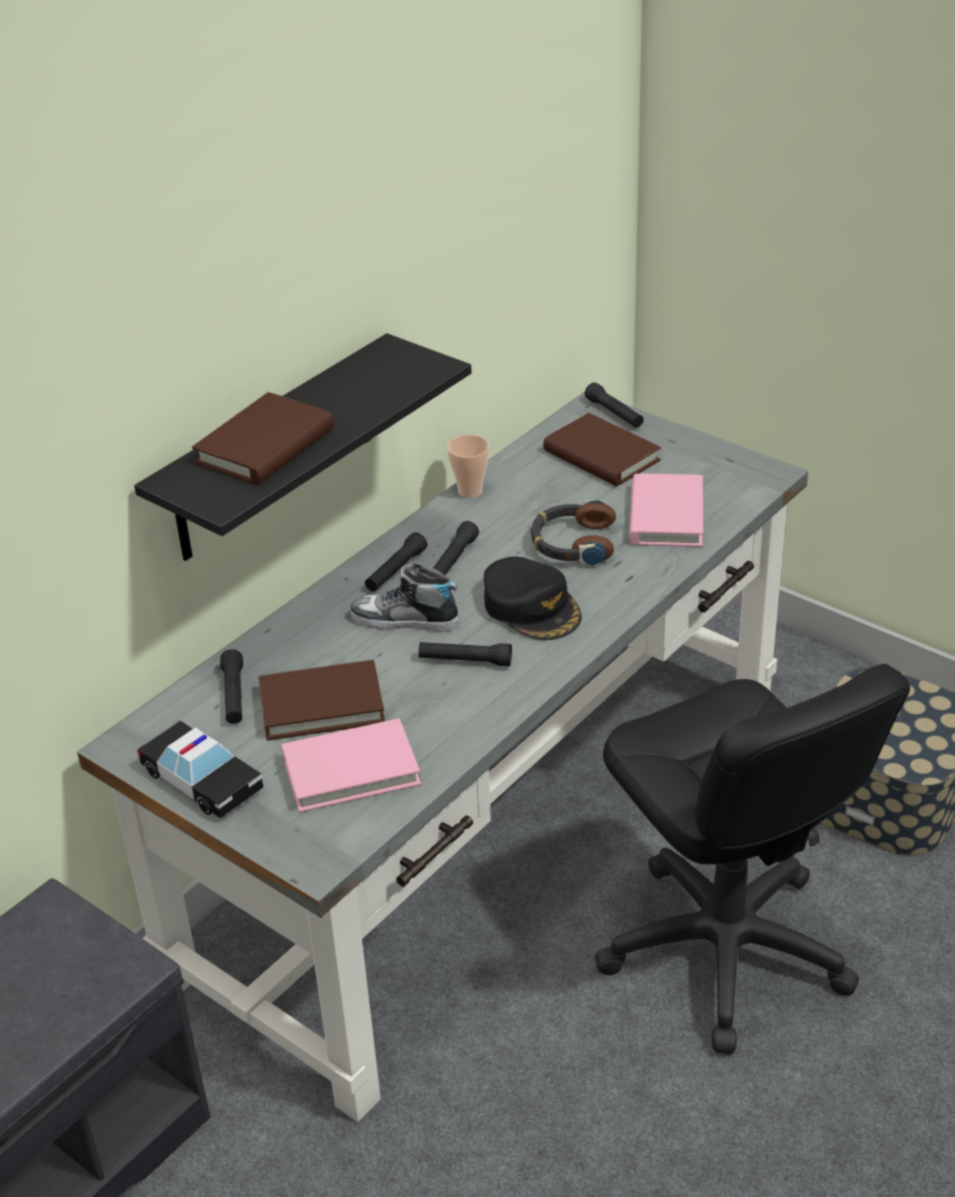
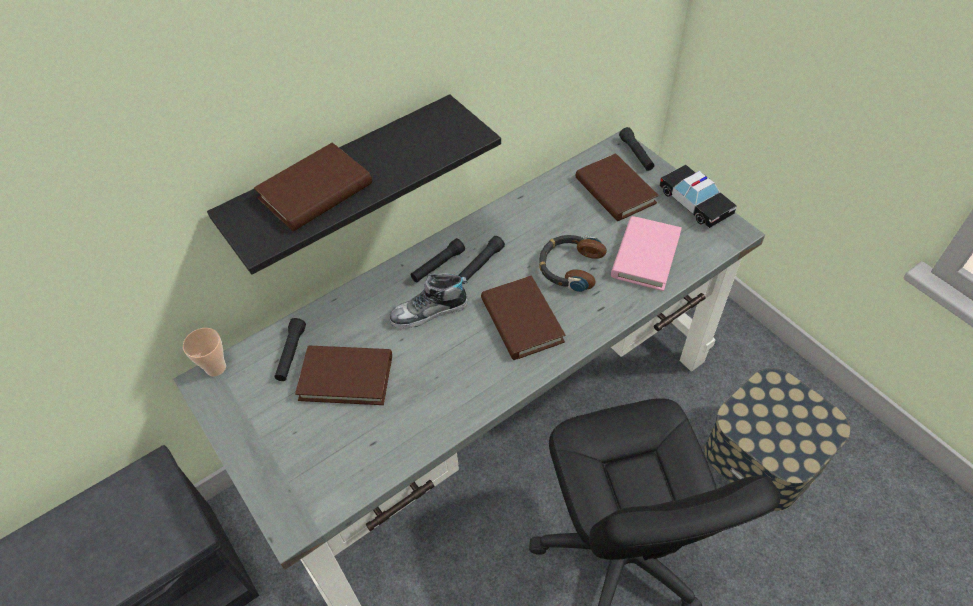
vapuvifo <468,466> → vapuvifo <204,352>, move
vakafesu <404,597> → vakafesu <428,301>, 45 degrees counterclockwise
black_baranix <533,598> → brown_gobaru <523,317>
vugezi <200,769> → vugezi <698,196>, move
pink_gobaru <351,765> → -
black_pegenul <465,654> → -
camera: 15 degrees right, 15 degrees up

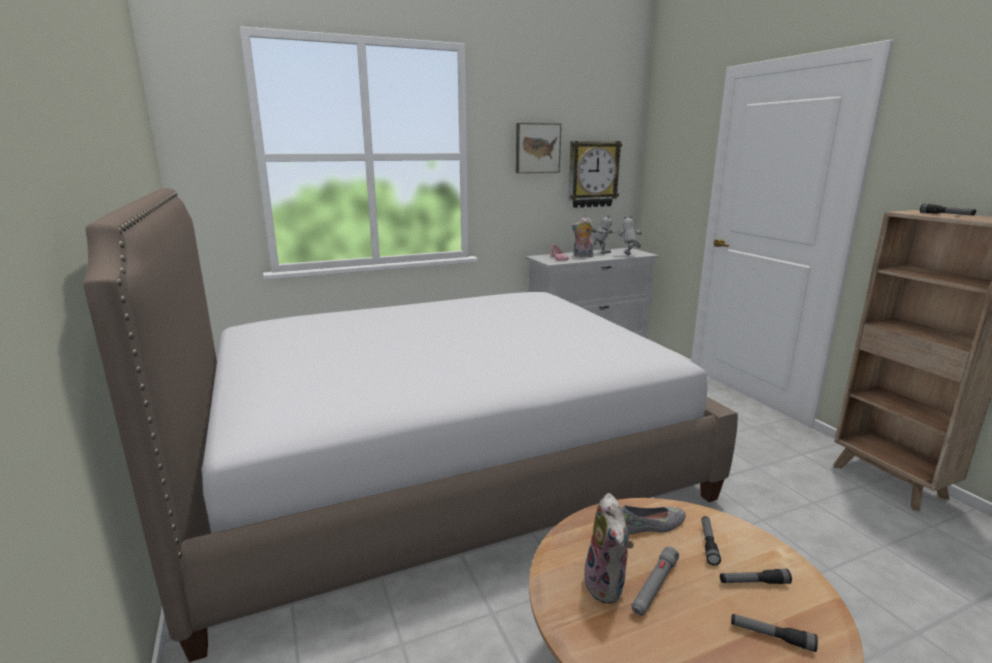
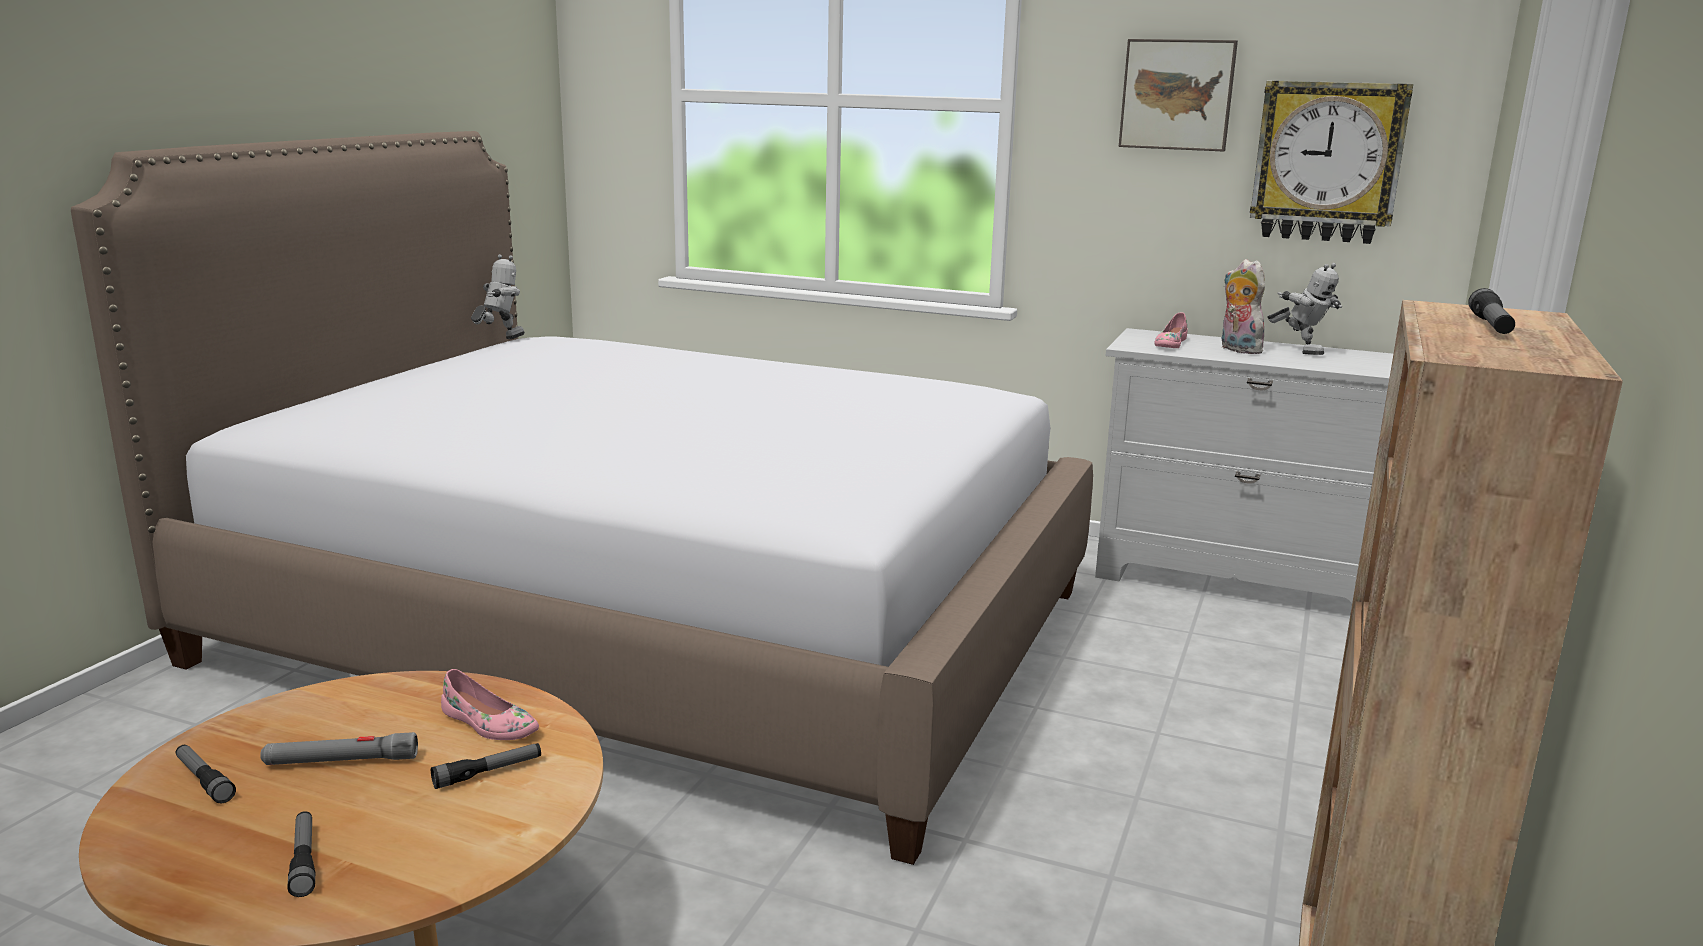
pegenul <756,576> → pegenul <206,774>, move
grey_vakafesu <654,519> → pink_vakafesu <490,704>
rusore <630,235> → rusore <498,296>, move
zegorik <608,548> → -
camera: 45 degrees right, 0 degrees up

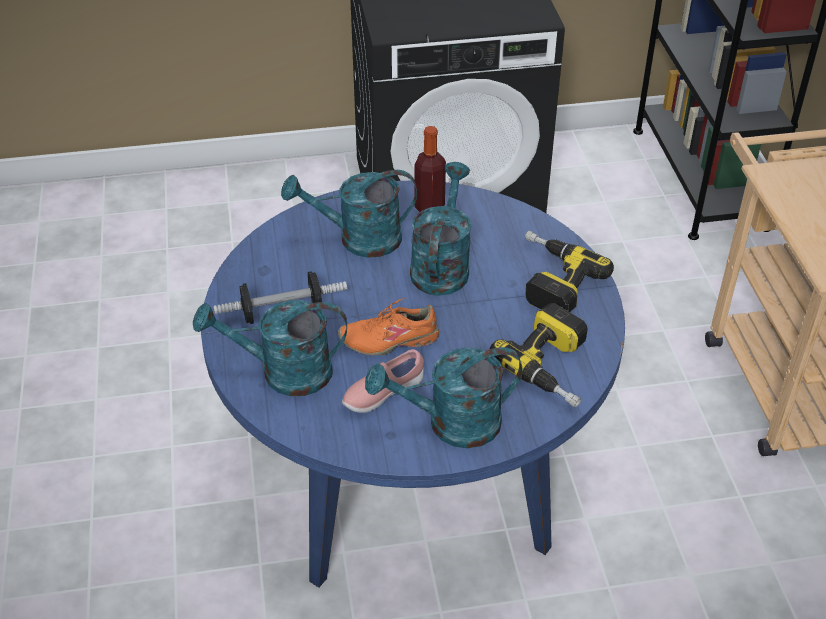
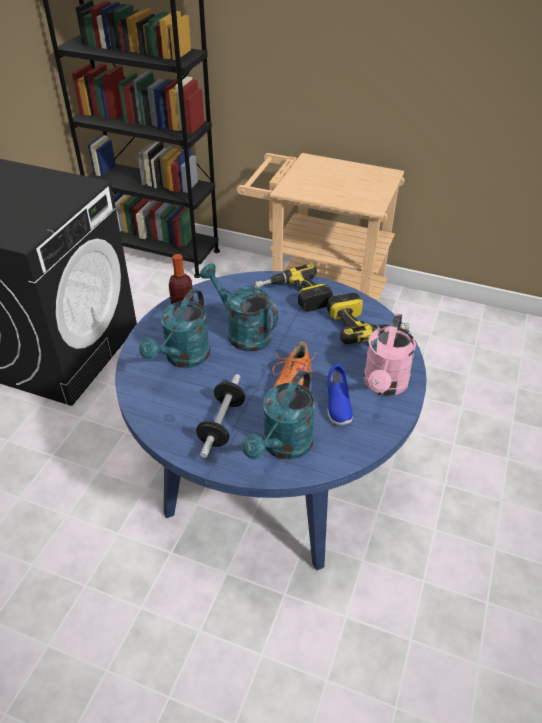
pink_vakafesu <383,381> → blue_vakafesu <339,394>
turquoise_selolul <444,397> → pink_selolul <389,354>
camera: 60 degrees left, 0 degrees up

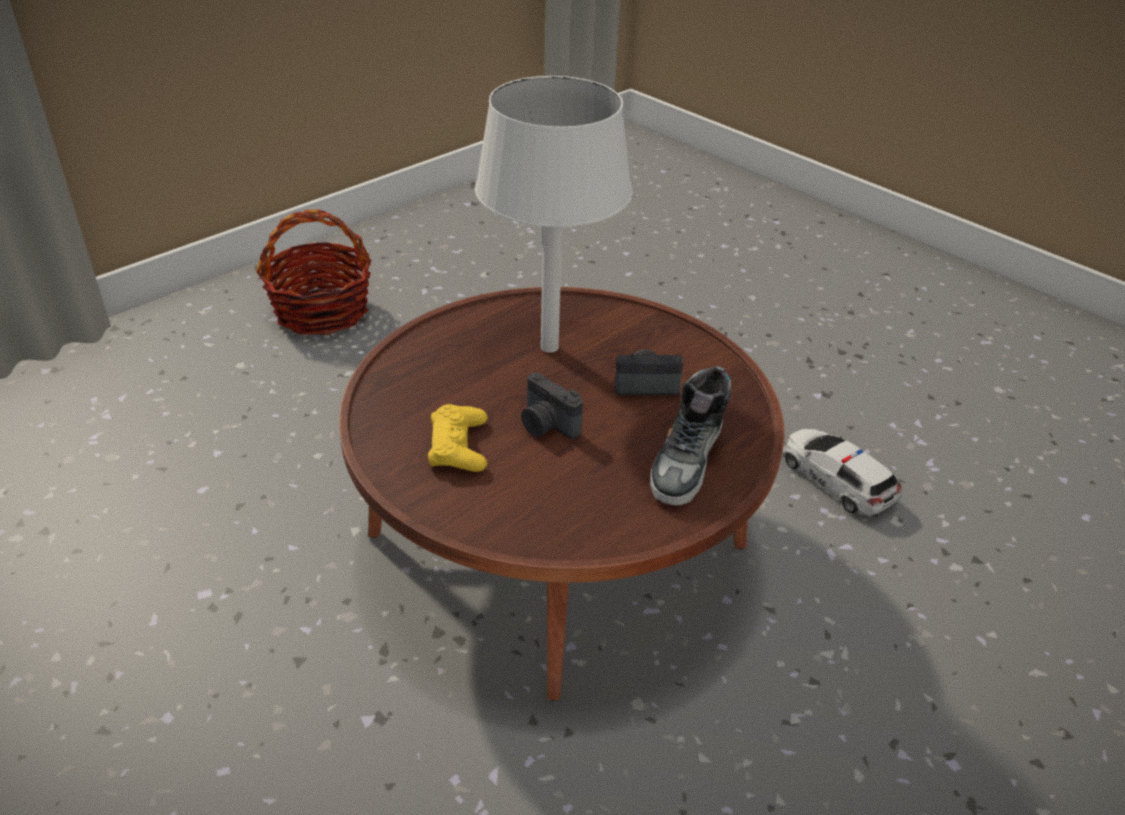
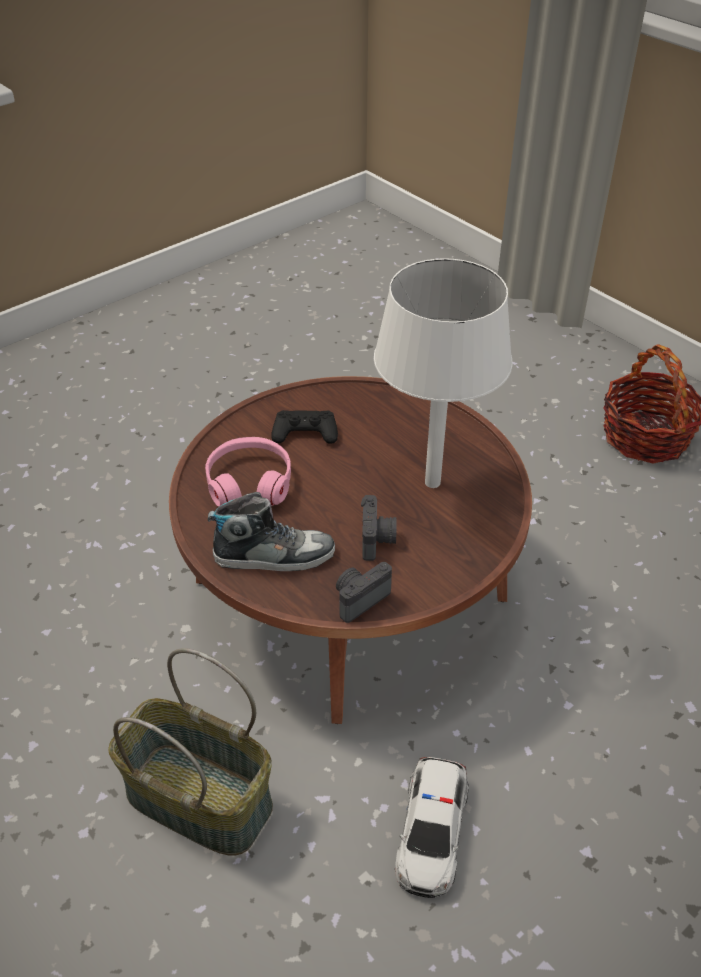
- → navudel <190,751>
- → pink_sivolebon <248,472>
vakafesu <690,435> → vakafesu <271,531>, 150 degrees clockwise
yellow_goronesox <458,438> → black_goronesox <305,427>
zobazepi <552,405> → zobazepi <364,592>, move
vugezi <842,472> → vugezi <432,827>, 135 degrees clockwise
camera: 95 degrees right, 5 degrees up

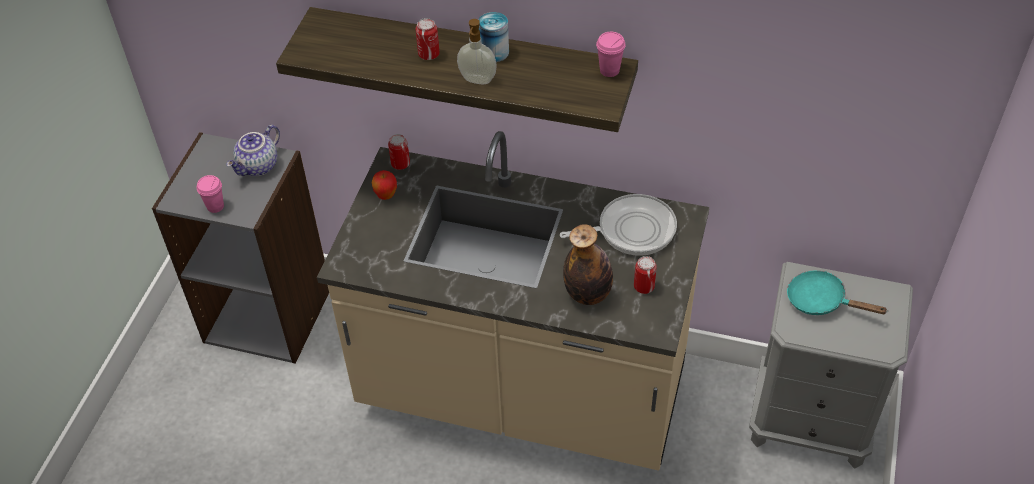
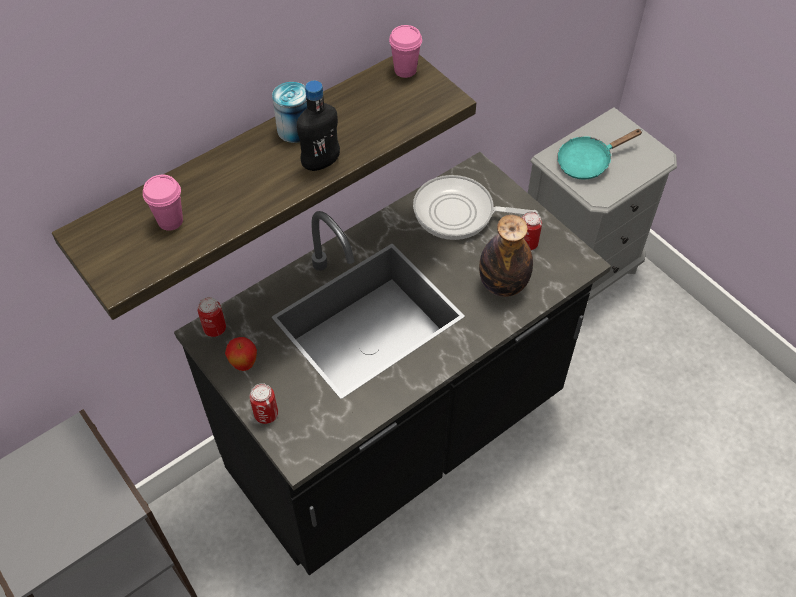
pink_vapuvifo <210,194> → pink_vapuvifo <163,203>, move
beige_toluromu <513,301> → black_toluromu <392,363>
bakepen <428,39> → bakepen <264,403>, move
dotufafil <477,51> → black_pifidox <318,125>
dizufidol <618,225> → dizufidol <475,207>, 105 degrees counterclockwise
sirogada <253,150> → -
camera: 55 degrees left, 5 degrees up

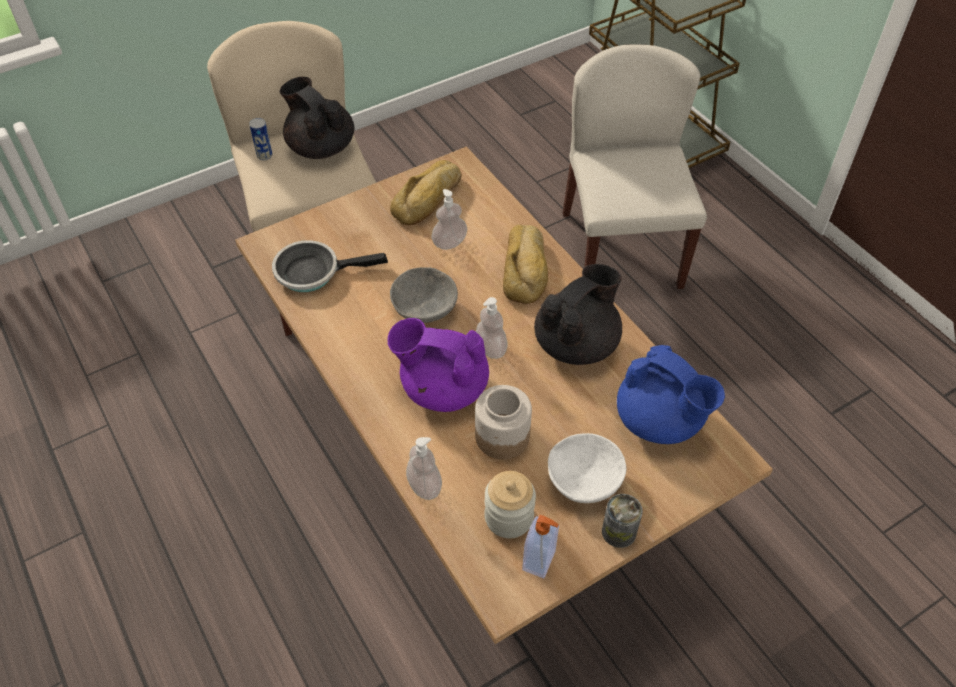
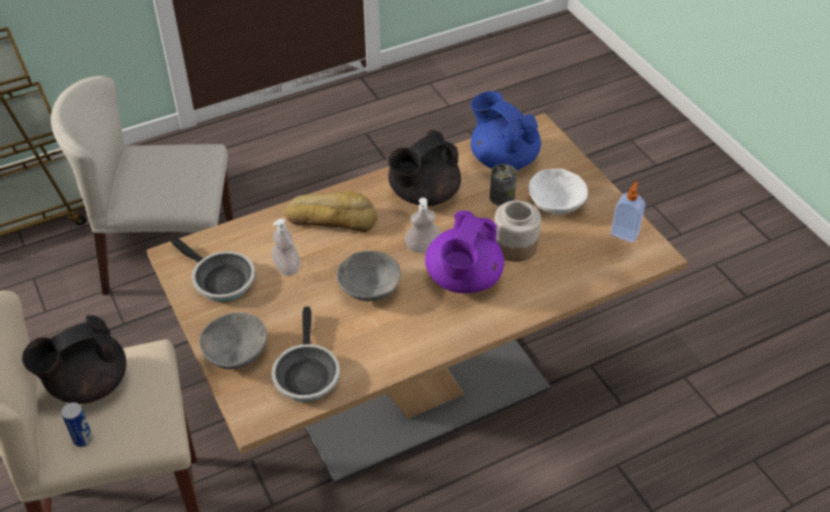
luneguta <426,192> → dizufidol <212,269>
- → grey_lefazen <233,340>
black_sirogada <578,314> → black_sirogada <424,168>, 90 degrees counterclockwise
blue_sirogada <671,394> → blue_sirogada <506,130>, 90 degrees counterclockwise
bakepen <622,521> → bakepen <503,185>, move
dotufafil <424,468> → -
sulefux <510,504> → -
camera: 85 degrees left, 5 degrees down

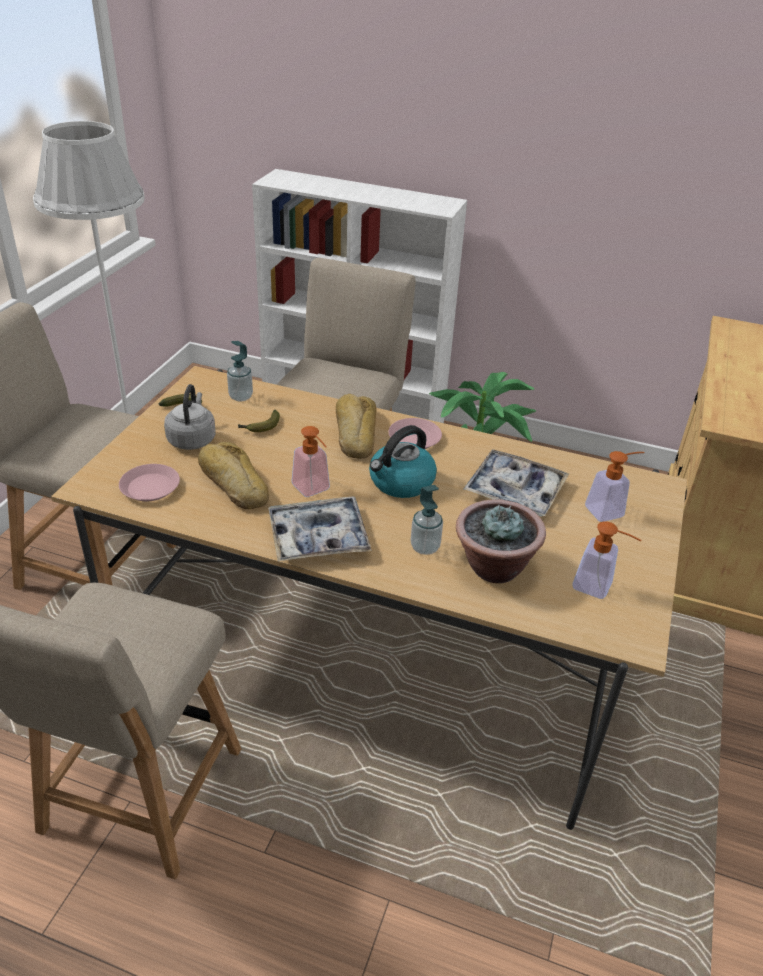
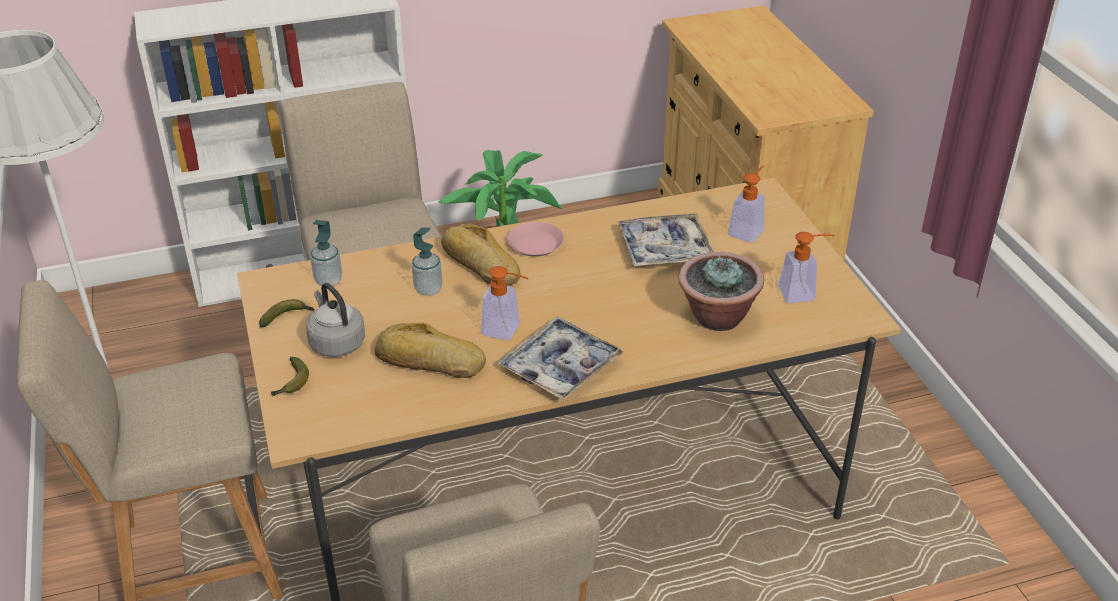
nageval <259,421> → nageval <290,376>, move
dotufafil <426,520> → dotufafil <427,261>, move
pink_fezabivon <149,482> → -
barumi <403,461> → -
camera: 35 degrees left, 0 degrees up

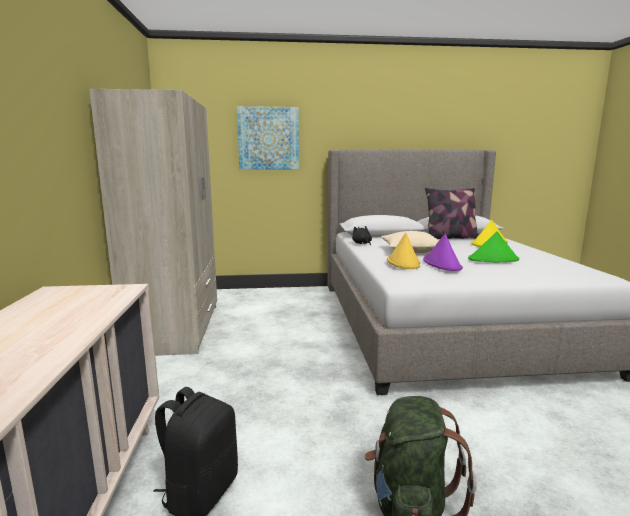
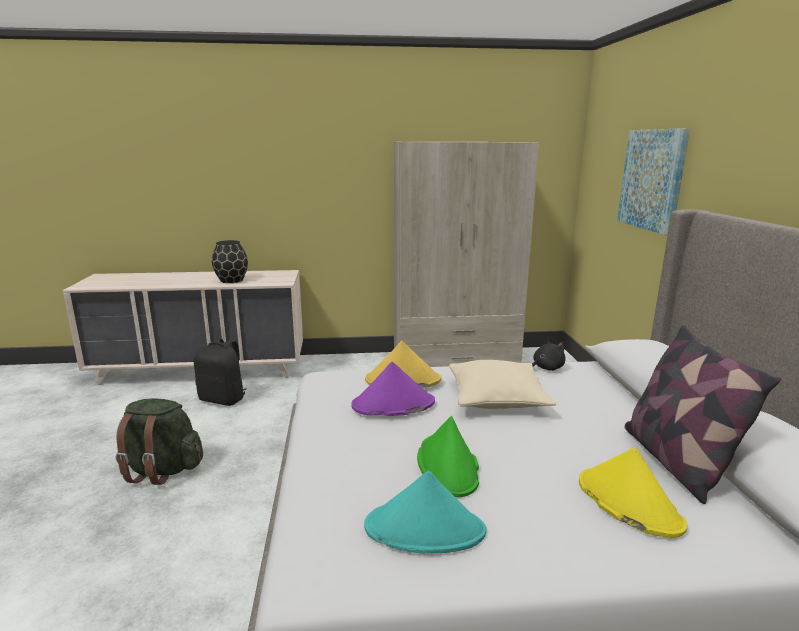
- → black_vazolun <230,261>
- → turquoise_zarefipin <425,511>
camera: 90 degrees right, 5 degrees up

